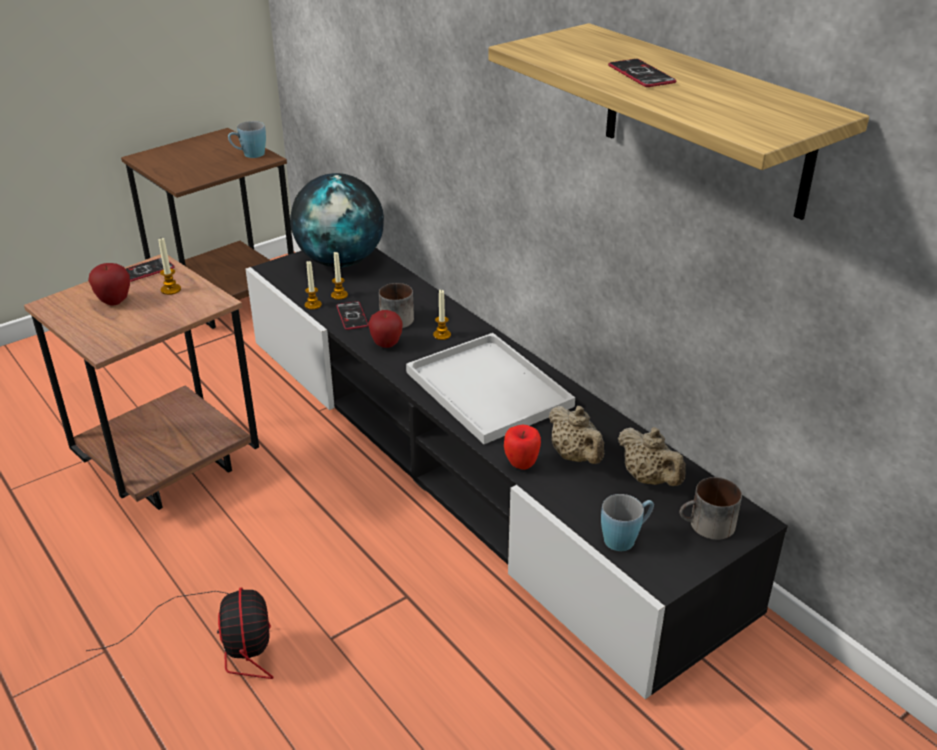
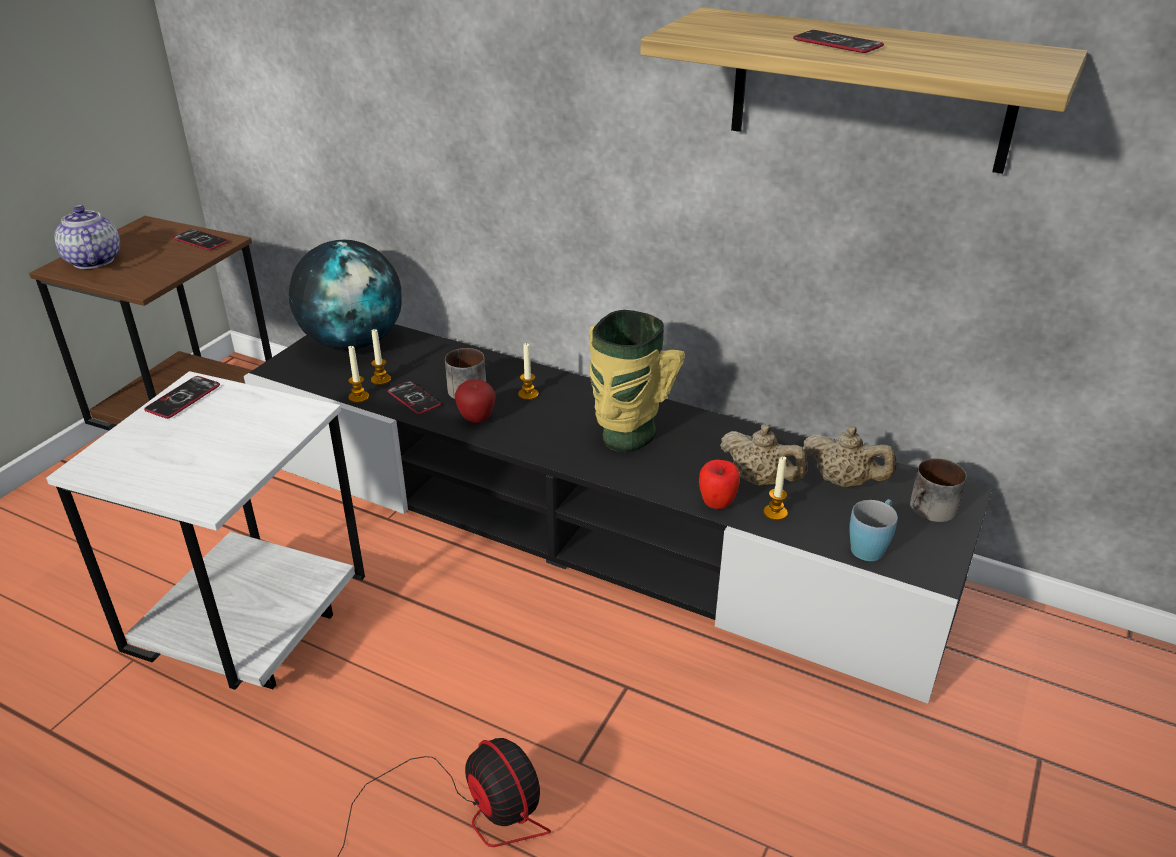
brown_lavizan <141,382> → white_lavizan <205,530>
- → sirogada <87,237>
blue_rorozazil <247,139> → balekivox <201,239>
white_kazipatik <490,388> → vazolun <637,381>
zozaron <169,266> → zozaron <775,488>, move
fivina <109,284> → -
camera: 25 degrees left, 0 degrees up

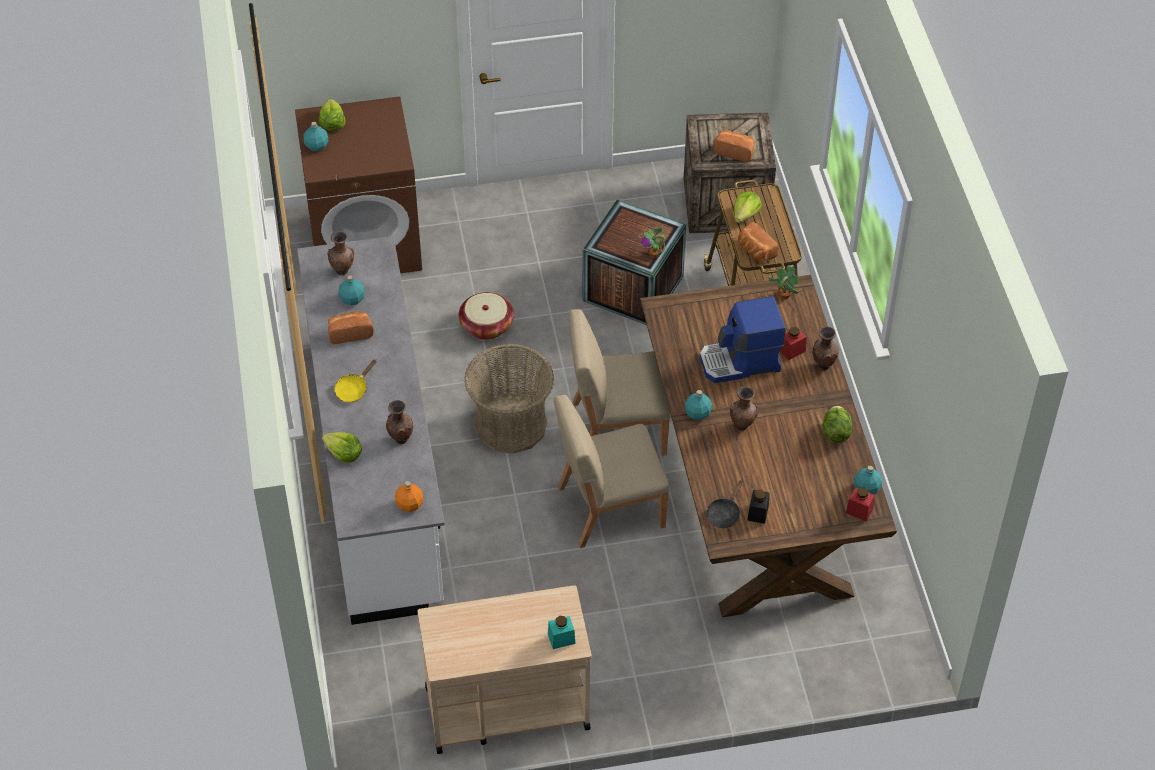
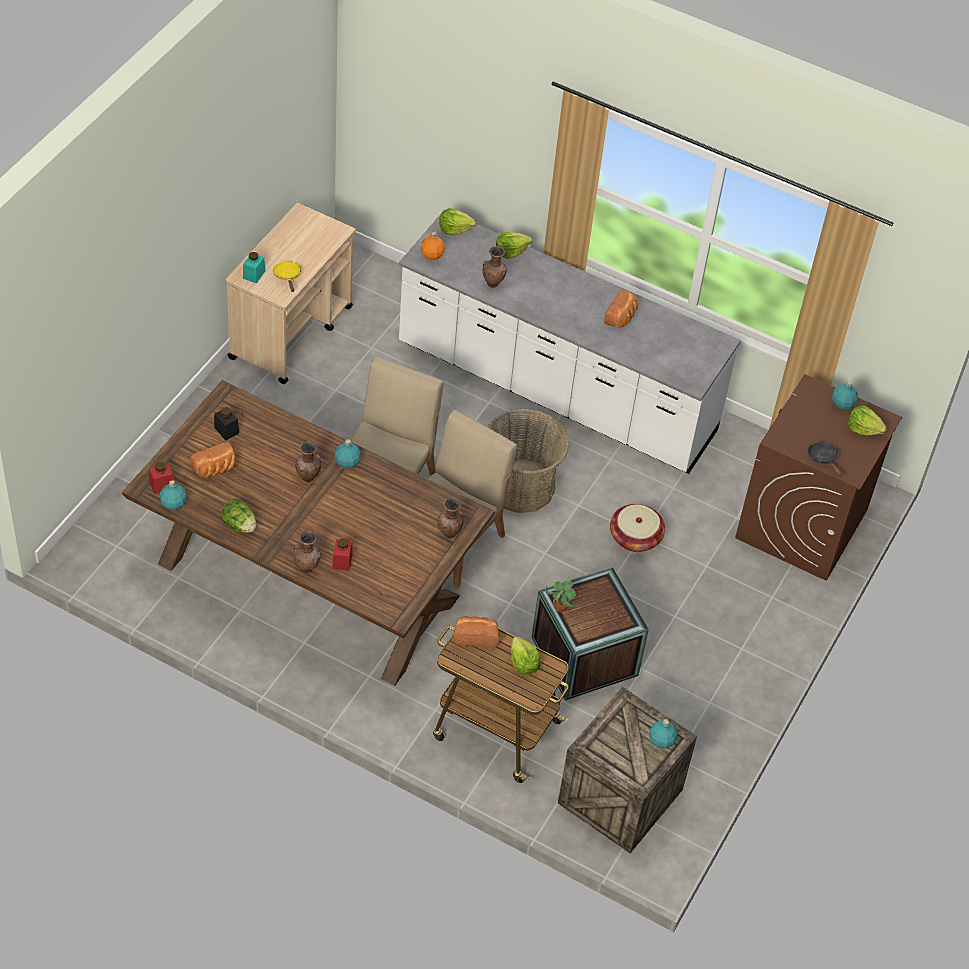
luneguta <734,146> → luneguta <213,460>, move
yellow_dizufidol <355,381> → yellow_dizufidol <287,276>, move
brown_vazolun <340,253> → brown_vazolun <450,518>, move
- → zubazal <457,221>
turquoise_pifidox <351,290> → turquoise_pifidox <663,734>, move
black_dizufidol <724,504> → black_dizufidol <825,459>, move
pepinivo <742,339> → -
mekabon <785,283> → -
camera: 125 degrees right, 0 degrees up

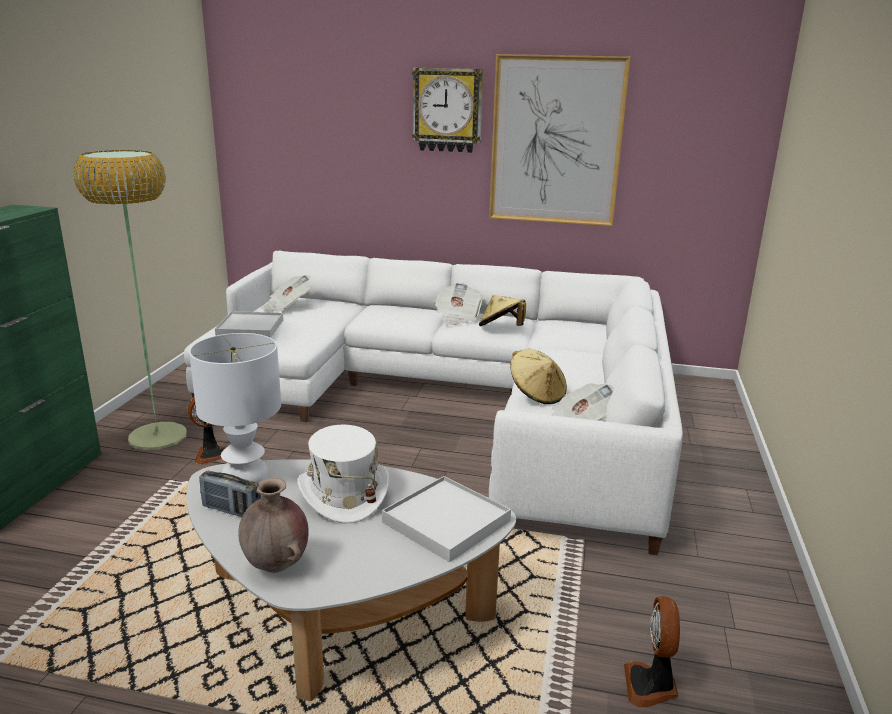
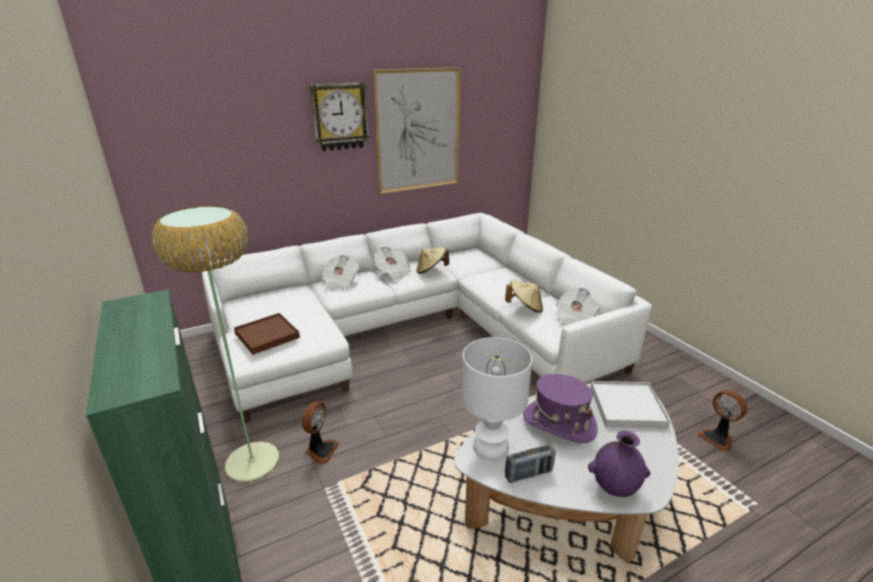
white_kazipatik <249,324> → brown_kazipatik <267,334>
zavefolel <286,293> → zavefolel <340,273>, move
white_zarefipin <343,474> → purple_zarefipin <560,408>
brown_vazolun <273,525> → purple_vazolun <619,464>
camera: 40 degrees left, 5 degrees up

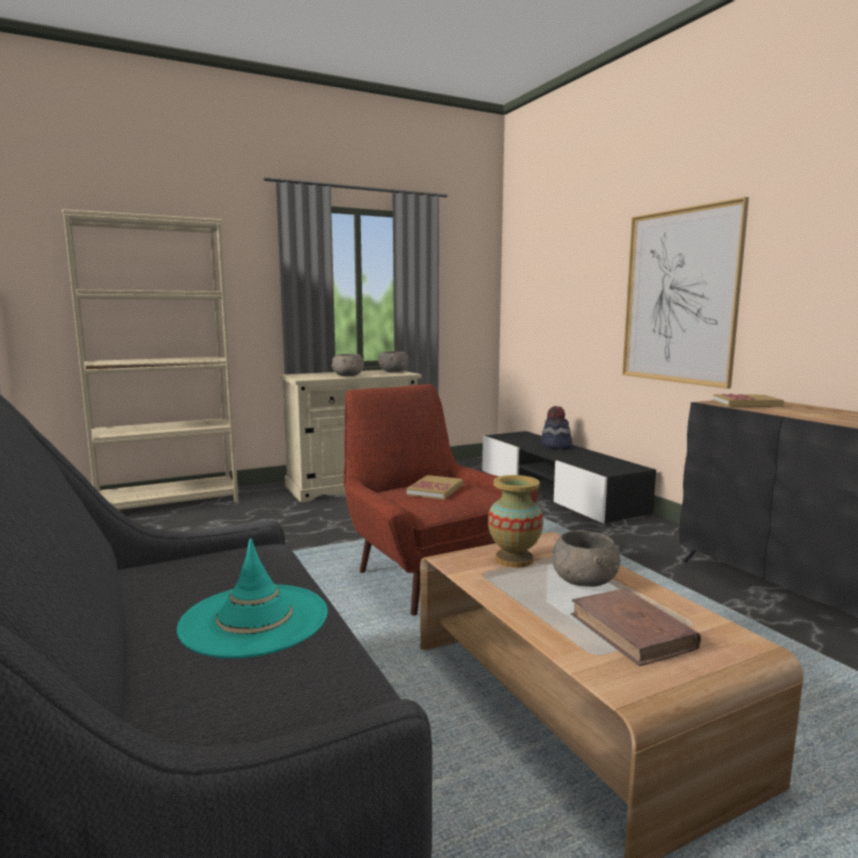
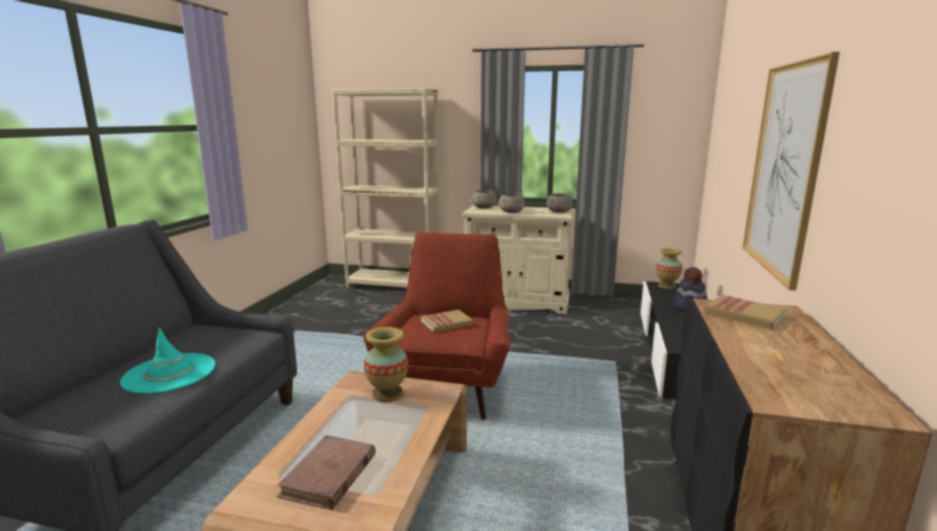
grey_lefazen <586,558> → grey_lefazen <484,199>, move
- → vazolun <669,268>
camera: 40 degrees right, 5 degrees up

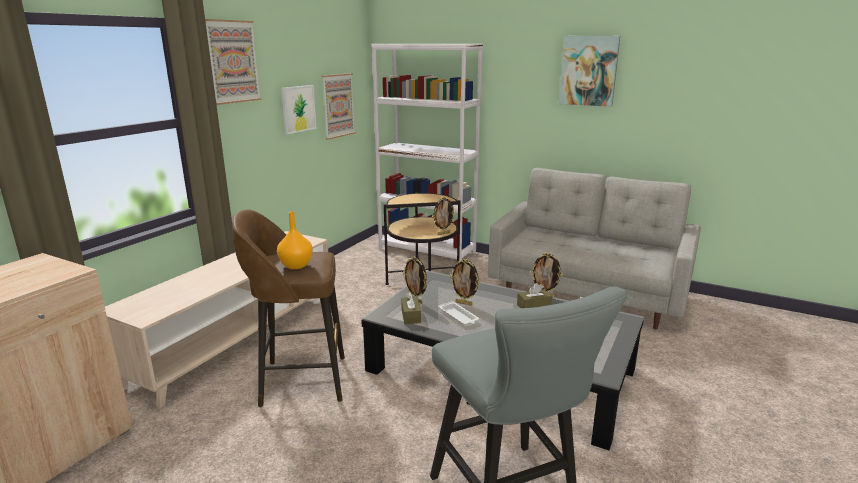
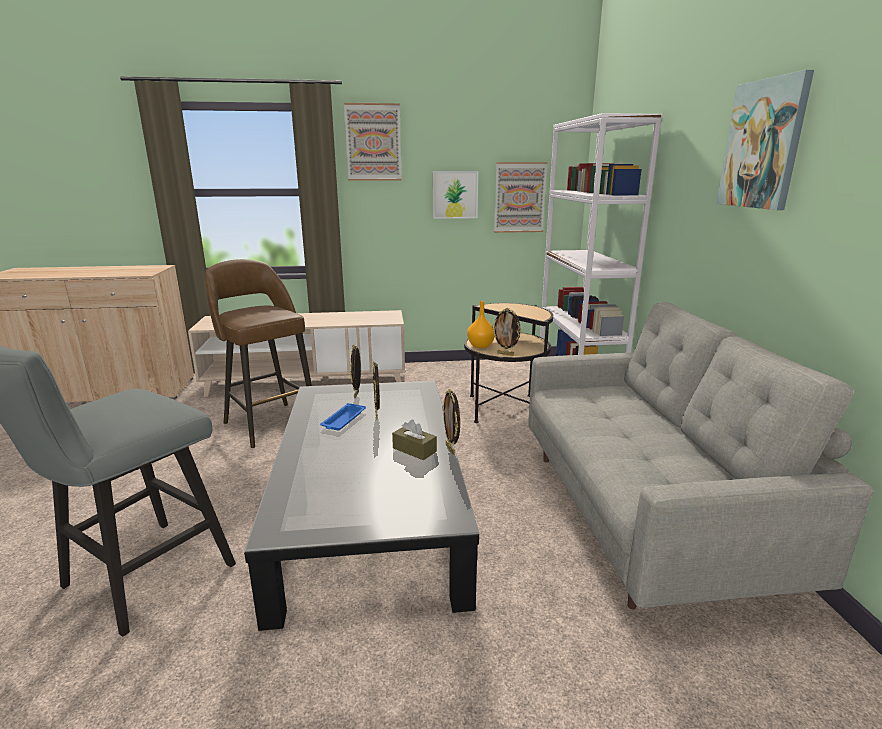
white_kazipatik <459,313> → blue_kazipatik <343,416>
orange_vazolun <295,240> → orange_vazolun <481,324>, move
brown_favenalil <411,308> → -
camera: 55 degrees right, 0 degrees up

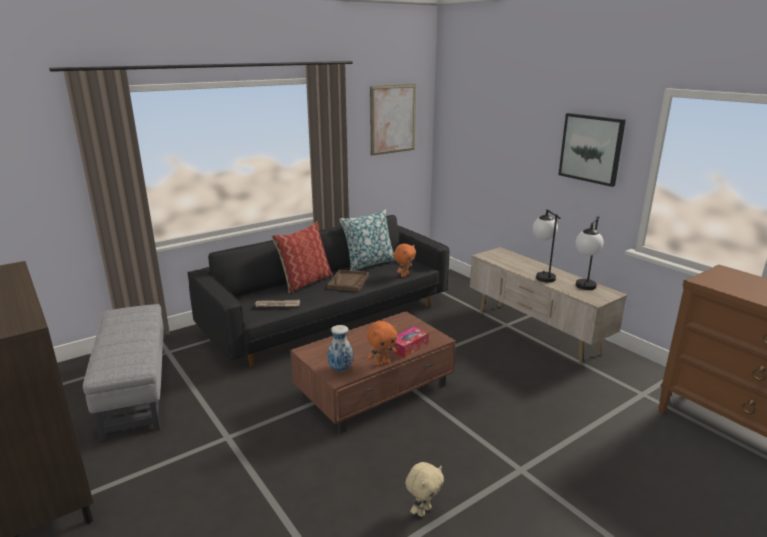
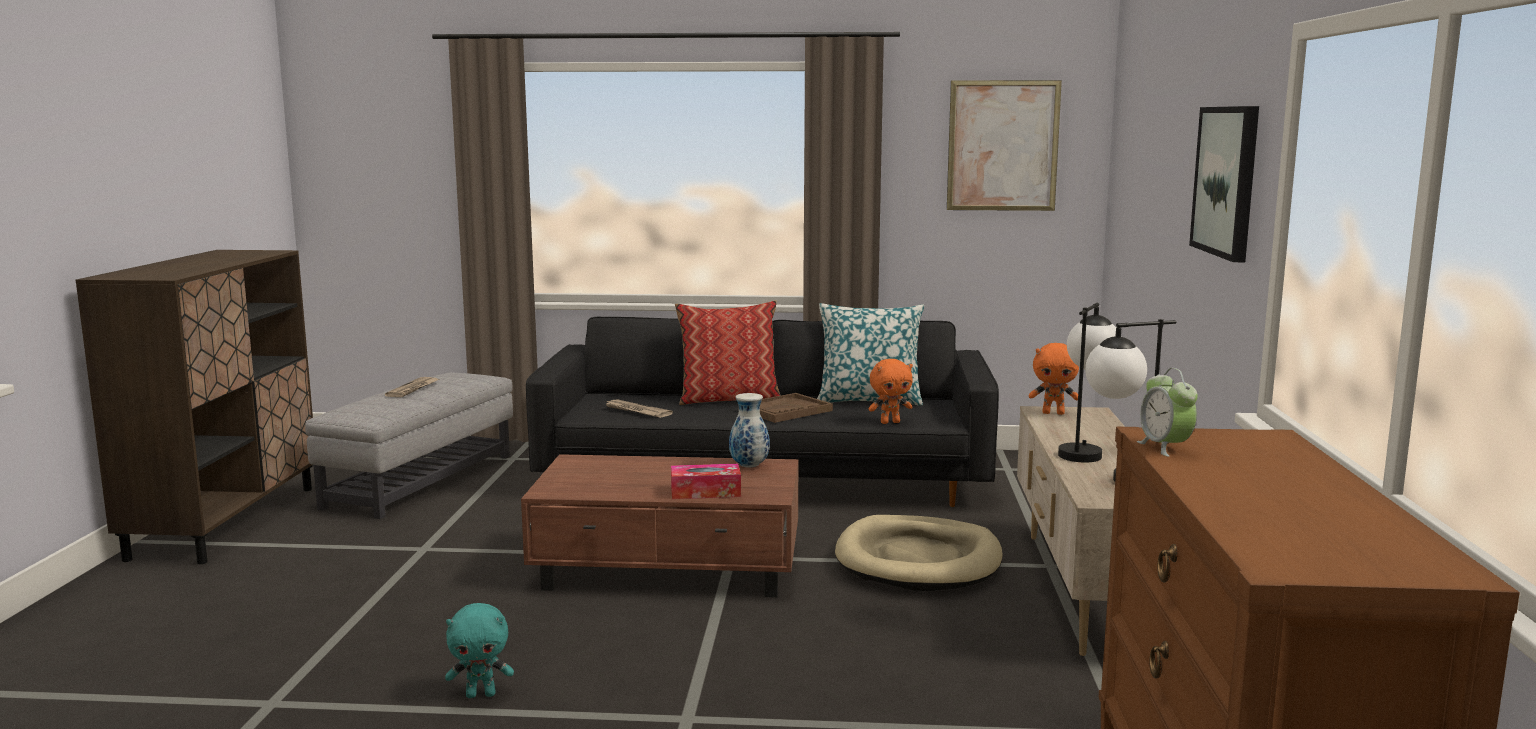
- → zavefolel <412,387>
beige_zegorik <424,489> → turquoise_zegorik <479,650>
vazolun <340,348> → vazolun <749,430>, move
- → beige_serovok <919,553>
orange_zegorik <382,343> → orange_zegorik <1054,379>, move
- → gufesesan <1167,412>
camera: 40 degrees right, 10 degrees down

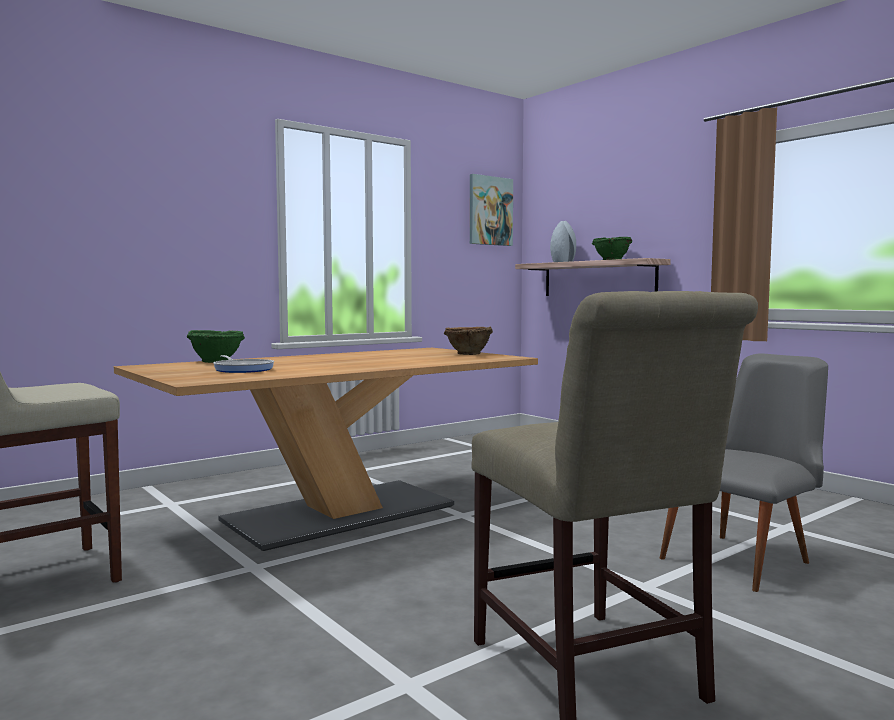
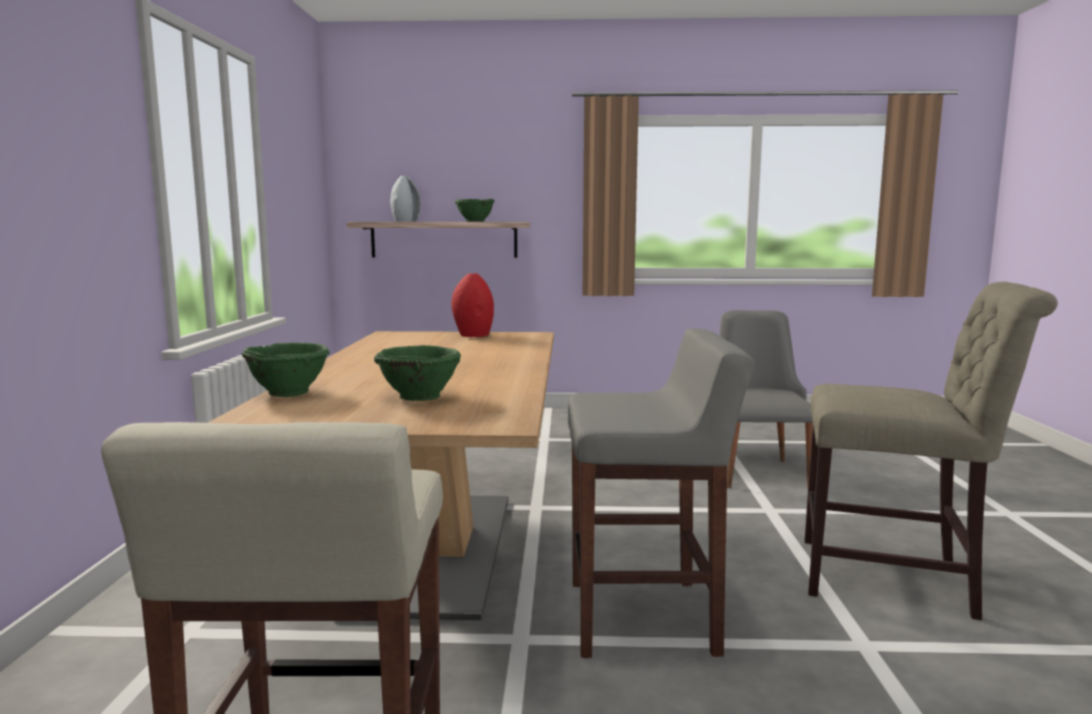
dizufidol <243,364> → green_lefazen <417,373>
brown_lefazen <468,340> → red_vazolun <473,305>
- → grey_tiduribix <661,493>
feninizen <491,210> → -
camera: 50 degrees left, 5 degrees up

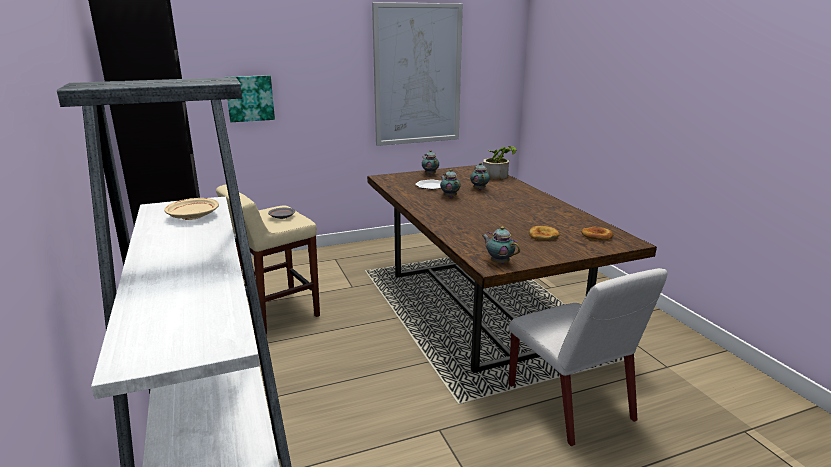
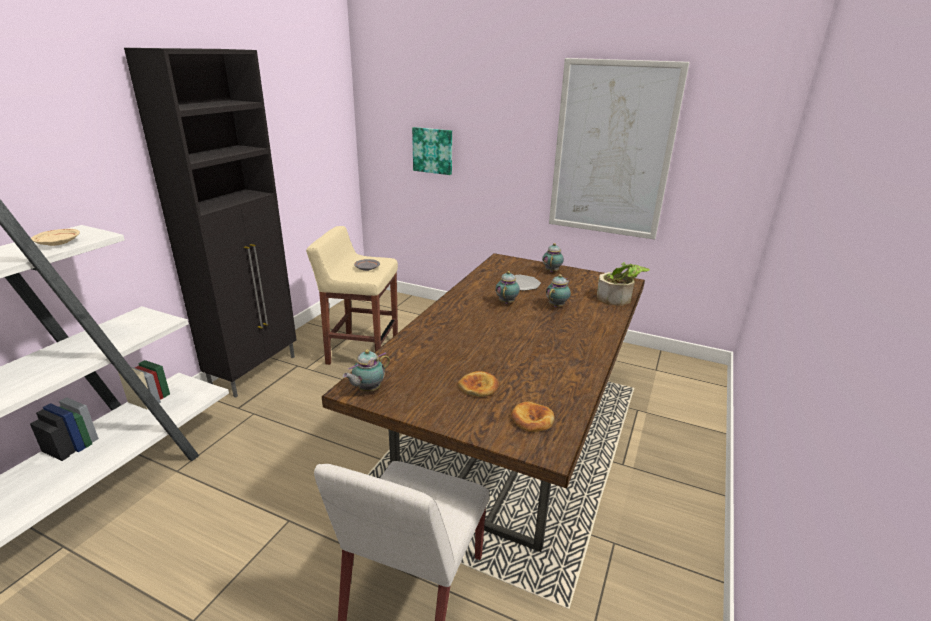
sirogada <501,245> → sirogada <366,370>, 135 degrees counterclockwise
camera: 45 degrees right, 5 degrees up

